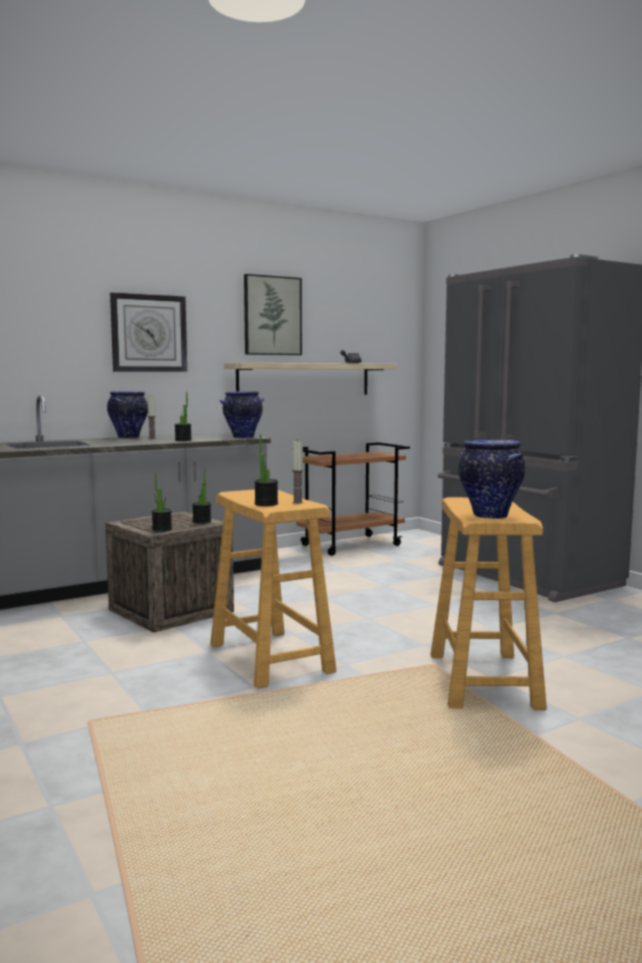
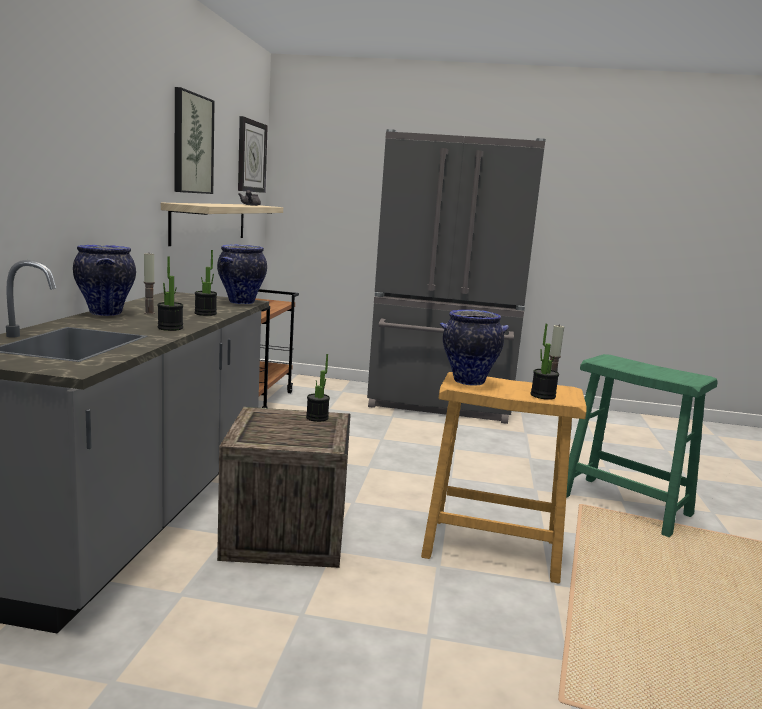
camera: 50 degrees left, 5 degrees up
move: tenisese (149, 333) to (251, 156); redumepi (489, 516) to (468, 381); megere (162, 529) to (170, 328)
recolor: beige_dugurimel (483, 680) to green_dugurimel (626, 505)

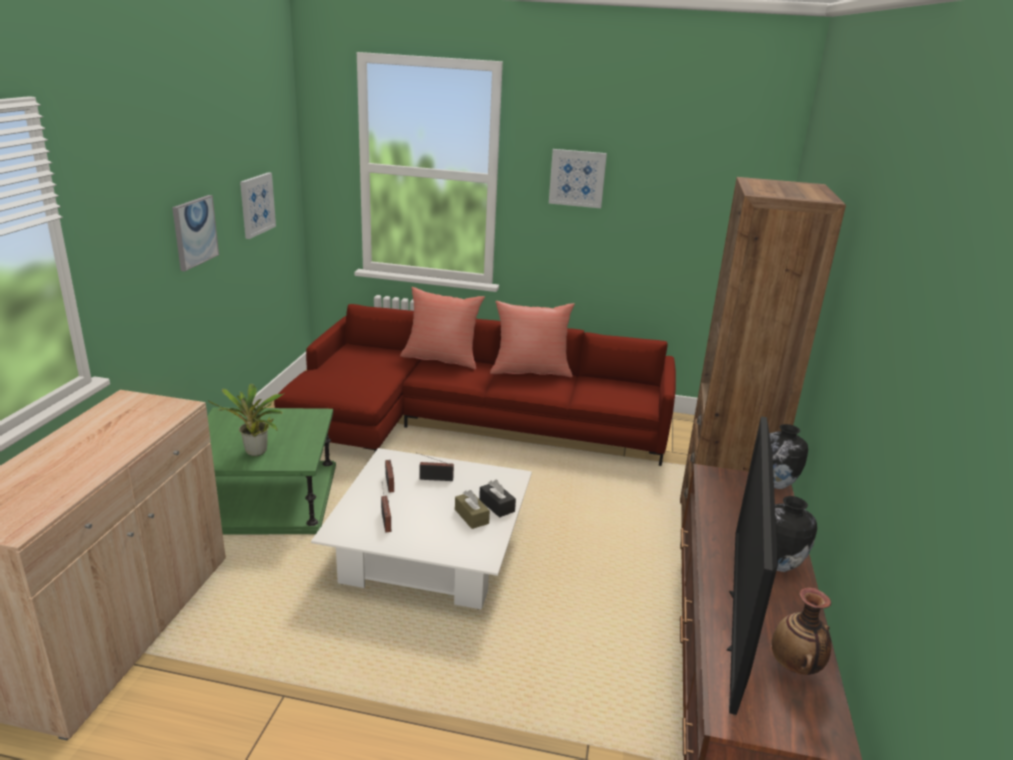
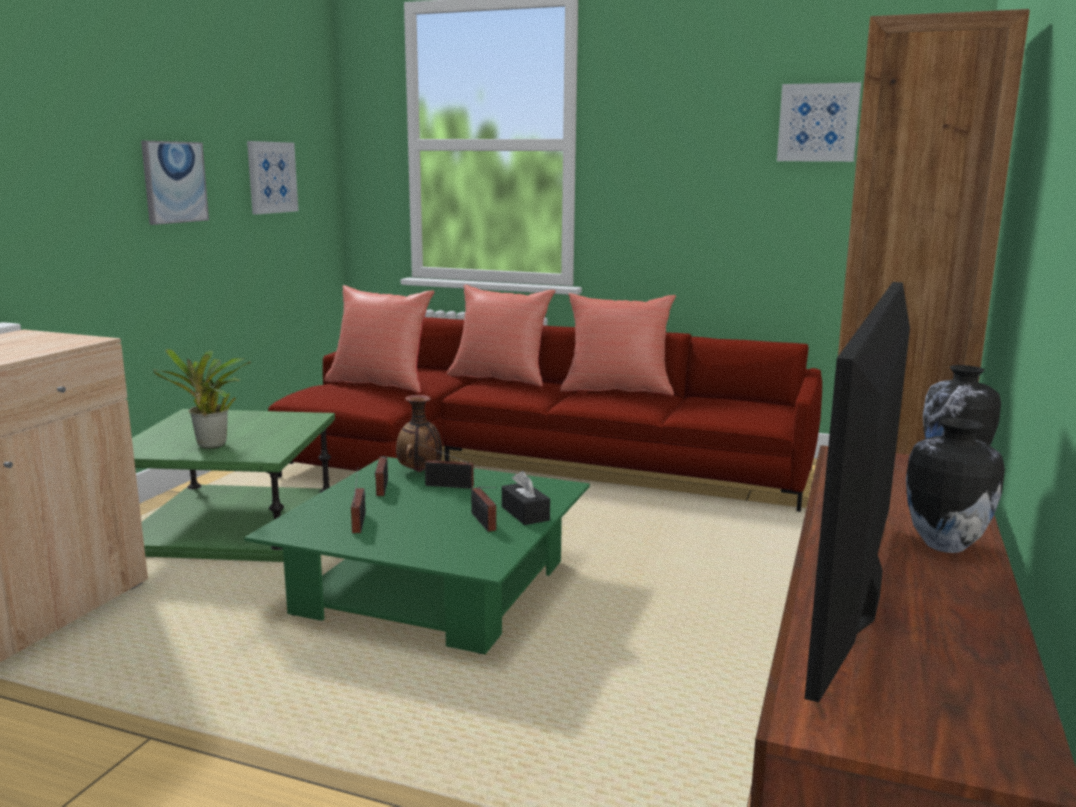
camera: 10 degrees right, 10 degrees down
insert: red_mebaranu (380, 383)
move: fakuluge (577, 178) to (818, 123); redumepi (795, 666) to (420, 471)
replace: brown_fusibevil (471, 516) to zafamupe (483, 523)
recolor: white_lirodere (431, 551) to green_lirodere (434, 587)

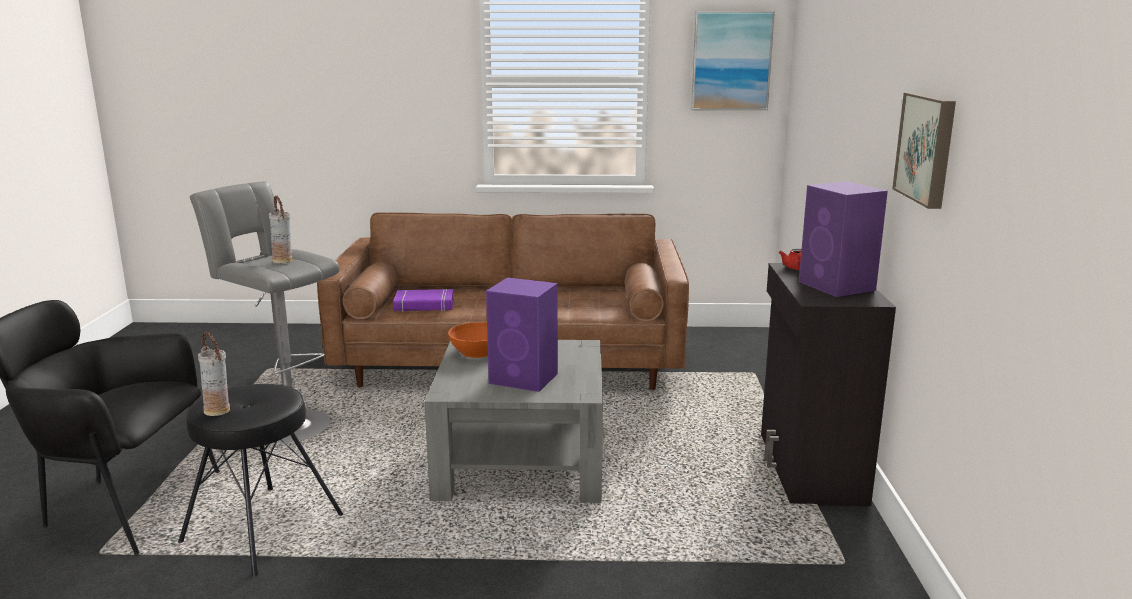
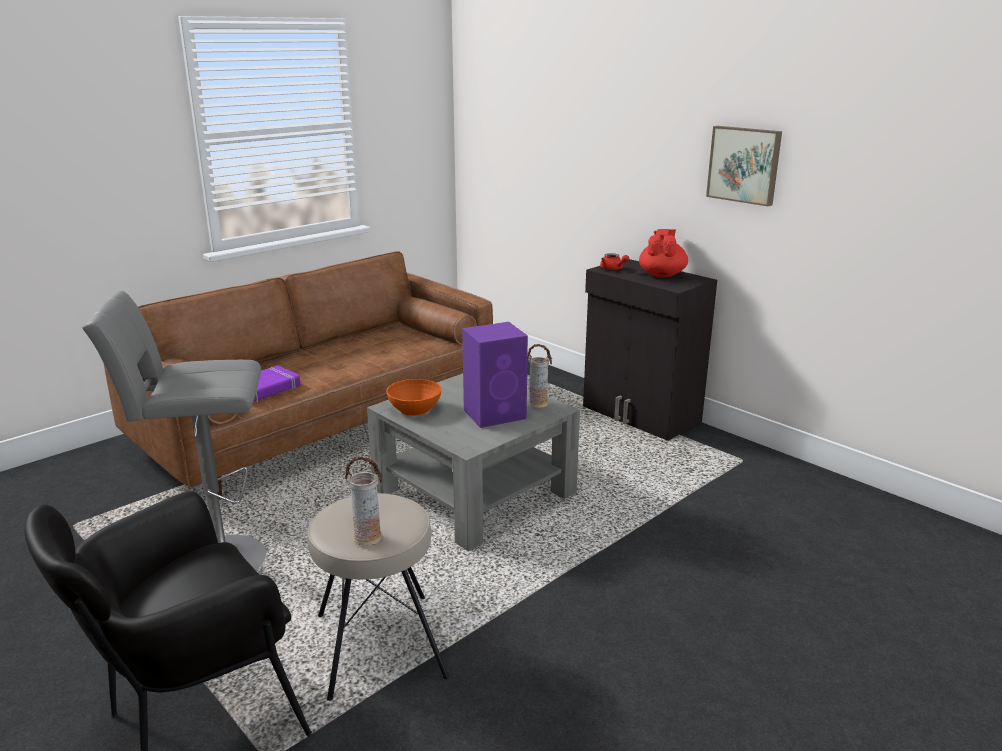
camera: 45 degrees left, 5 degrees up
delete: fakuluge (731, 61)
move: redumepi (283, 261) to (538, 404)
replace: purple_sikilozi (838, 286) to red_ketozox (662, 275)
recolor: black_dugurimel (261, 528) to beige_dugurimel (378, 646)

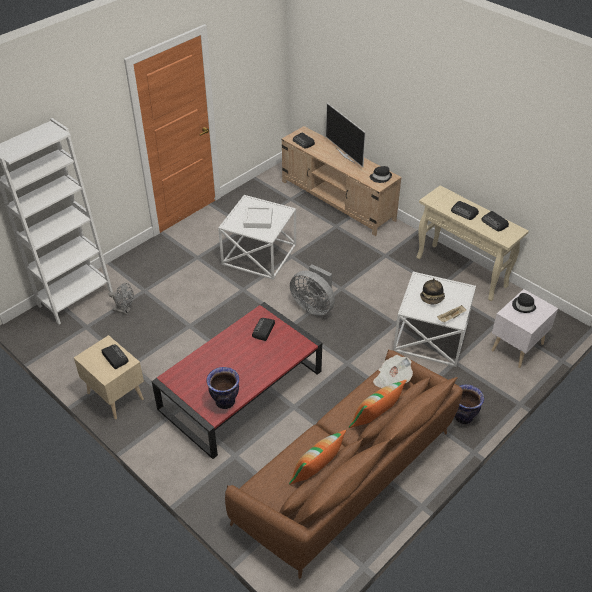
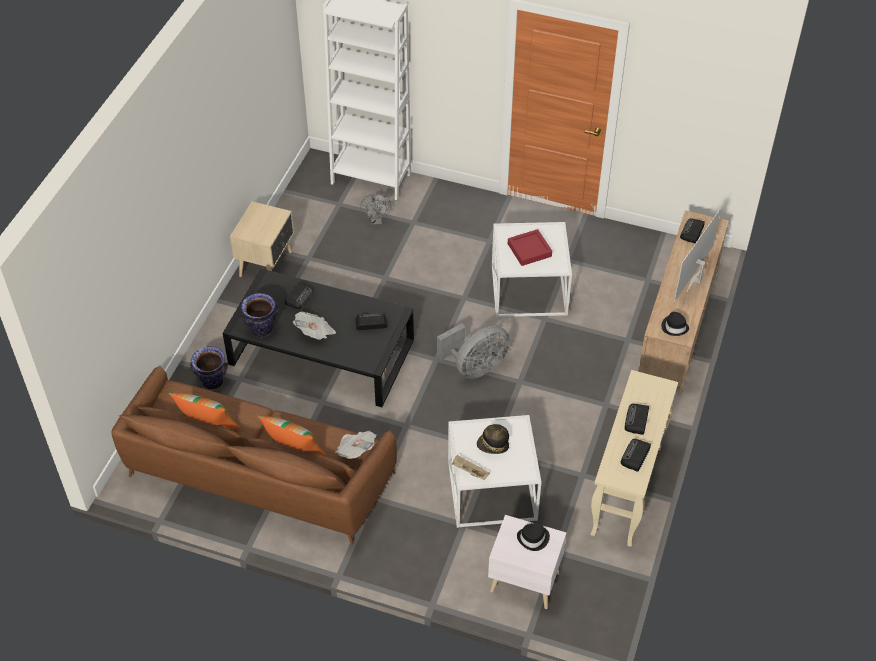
camera: 65 degrees right, 5 degrees up
insert: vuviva (315, 333)
move: zafamupe (114, 357) to (299, 297); redumepi (463, 417) to (213, 382)
recolor: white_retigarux (258, 219) to red_retigarux (529, 250); red_lirodere (241, 390) to black_lirodere (321, 352)
rotate: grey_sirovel (313, 306) = (475, 367) 135 degrees counterclockwise

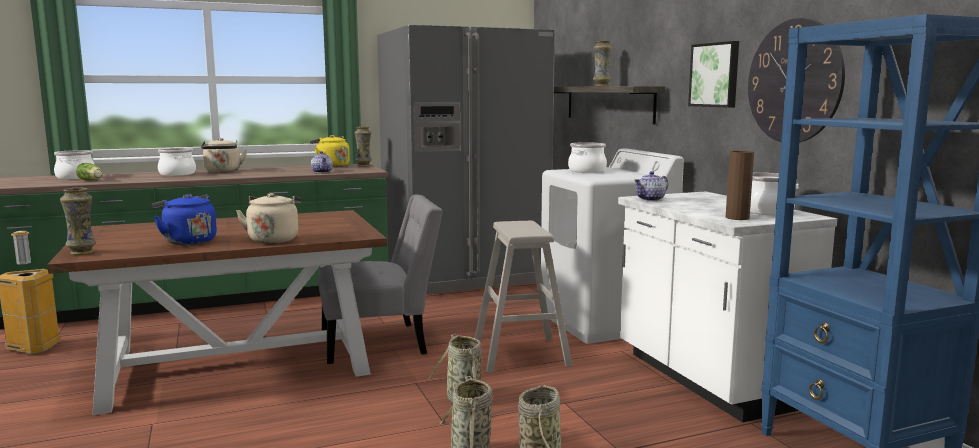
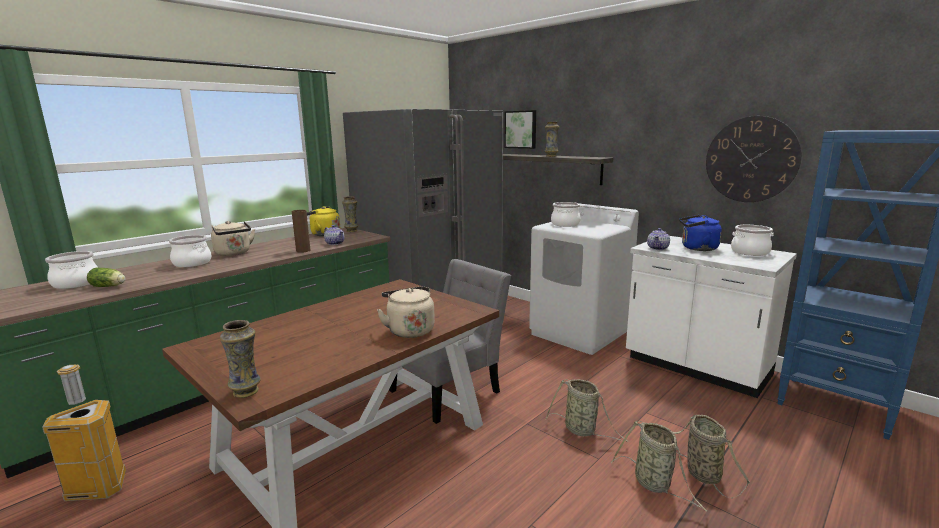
camera: 25 degrees left, 5 degrees up
delete: beige_dugurimel (520, 354)
move: fakuluge (715, 75) to (521, 129); brown_redumepi (737, 218) to (303, 250); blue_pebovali (188, 241) to (697, 248)

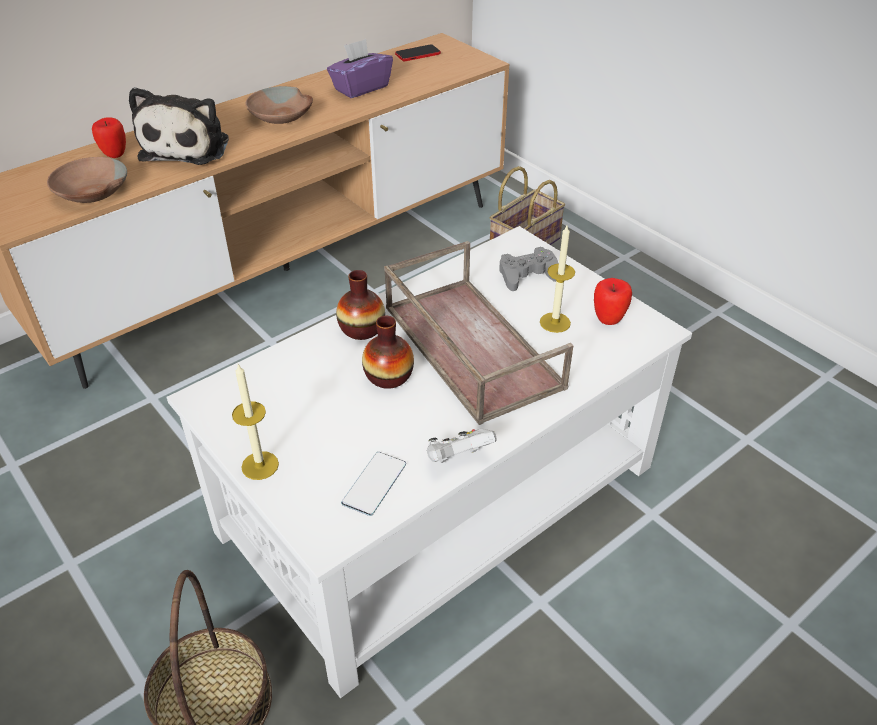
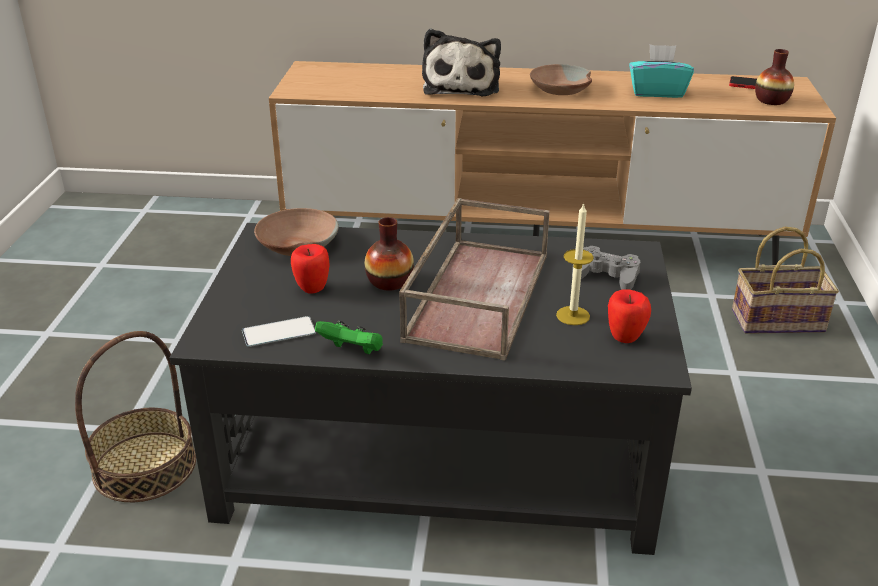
camera: 45 degrees right, 10 degrees down
delete: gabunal (260, 465)
move: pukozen (115, 155) to (312, 288); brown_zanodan (90, 192) to (296, 244); redumepi (362, 329) to (771, 100)
recolor: purple_fusibevil (361, 88) to turquoise_fusibevil (657, 92); white_lirodere (437, 499) to black_lirodere (436, 454); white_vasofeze (458, 458) to green_vasofeze (353, 351)
rotate: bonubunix (188, 147) = (462, 86) 45 degrees counterclockwise

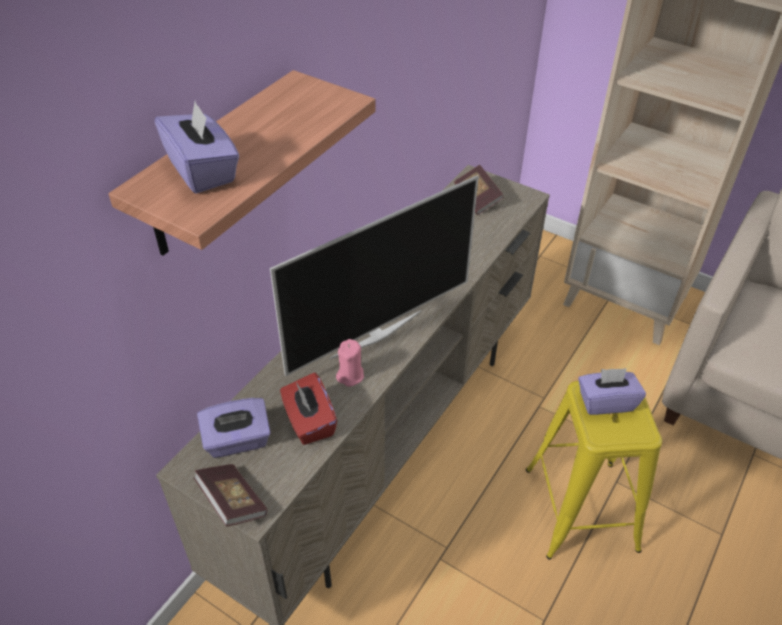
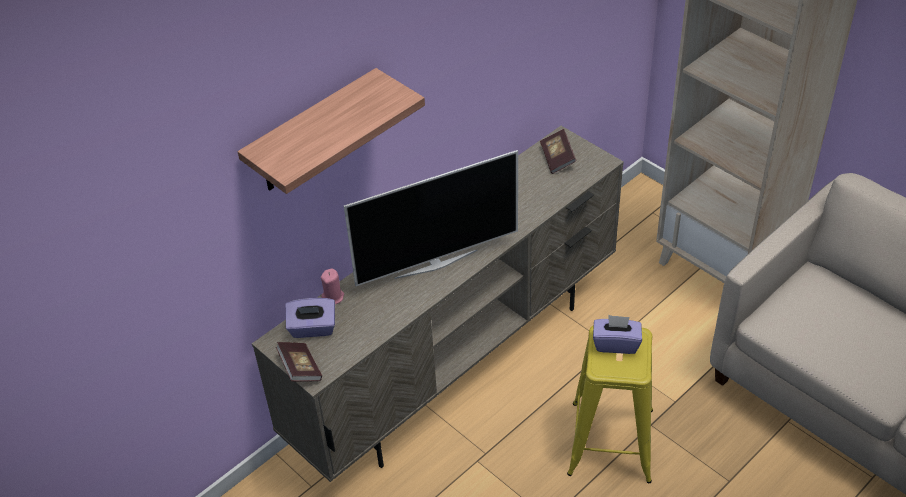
camera: 15 degrees right, 0 degrees up
delete: purple_fusibevil (203, 170); red_fusibevil (309, 422)
move: pink_gabunal (350, 375) to (333, 297)

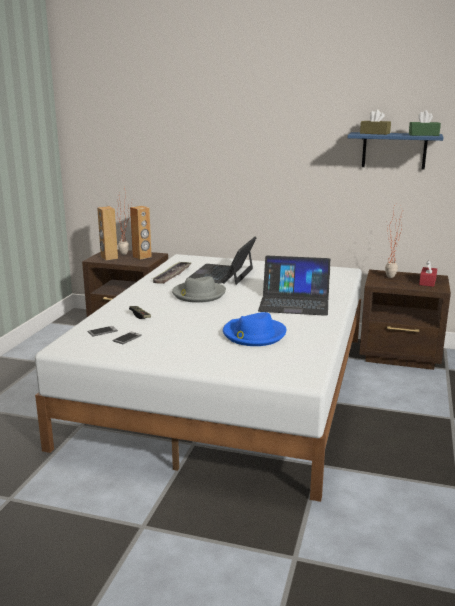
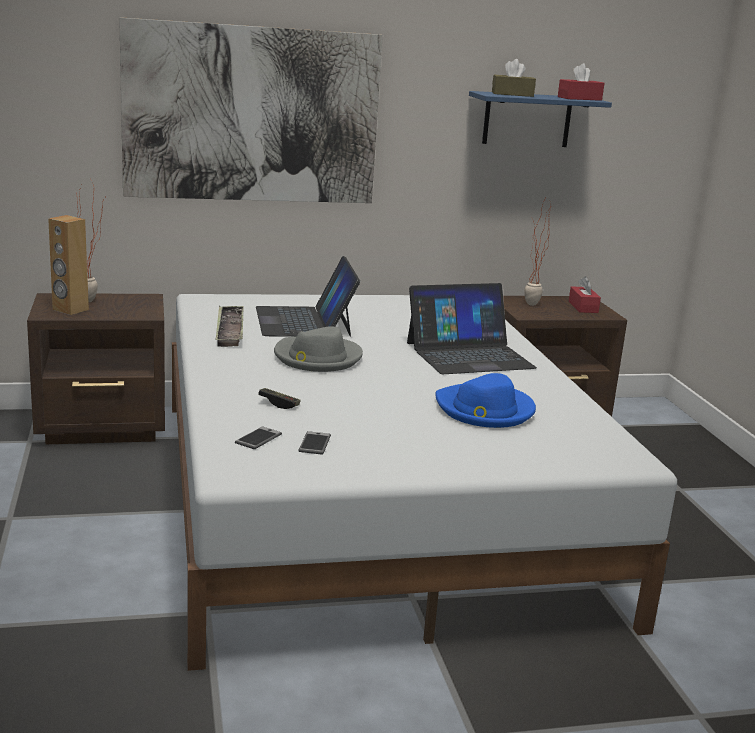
camera: 30 degrees left, 0 degrees up
delete: brown_sikilozi (142, 257)
insert: fakuluge (252, 114)
recolor: green_fusibevil (423, 135) to red_fusibevil (579, 98)

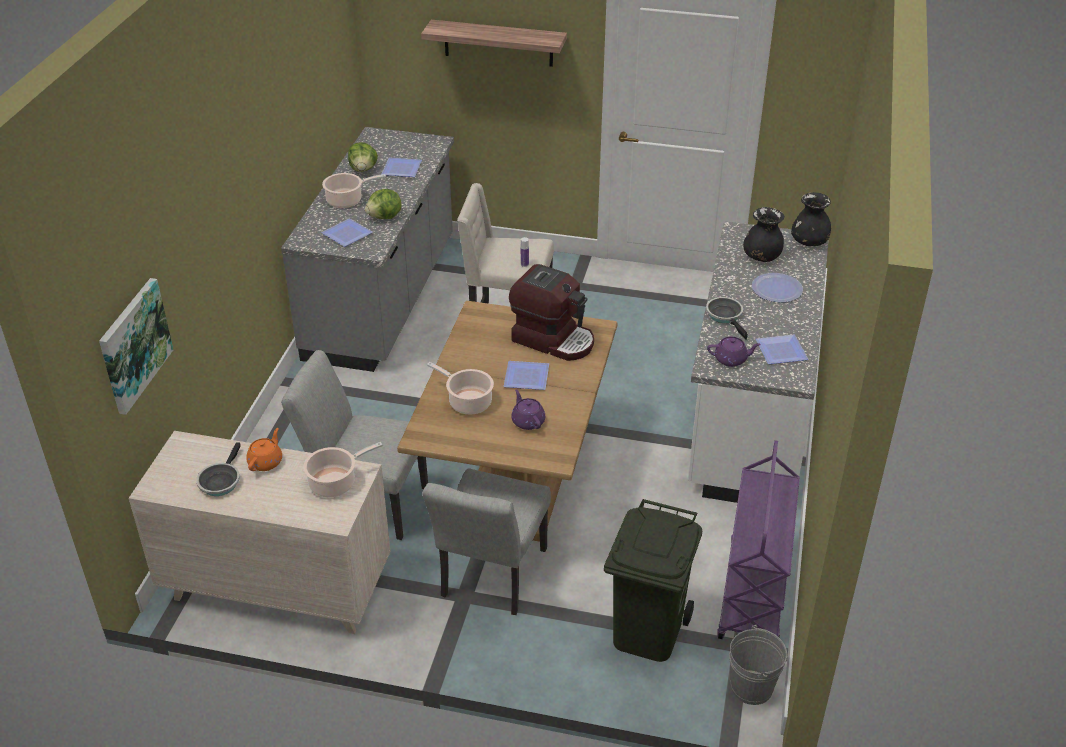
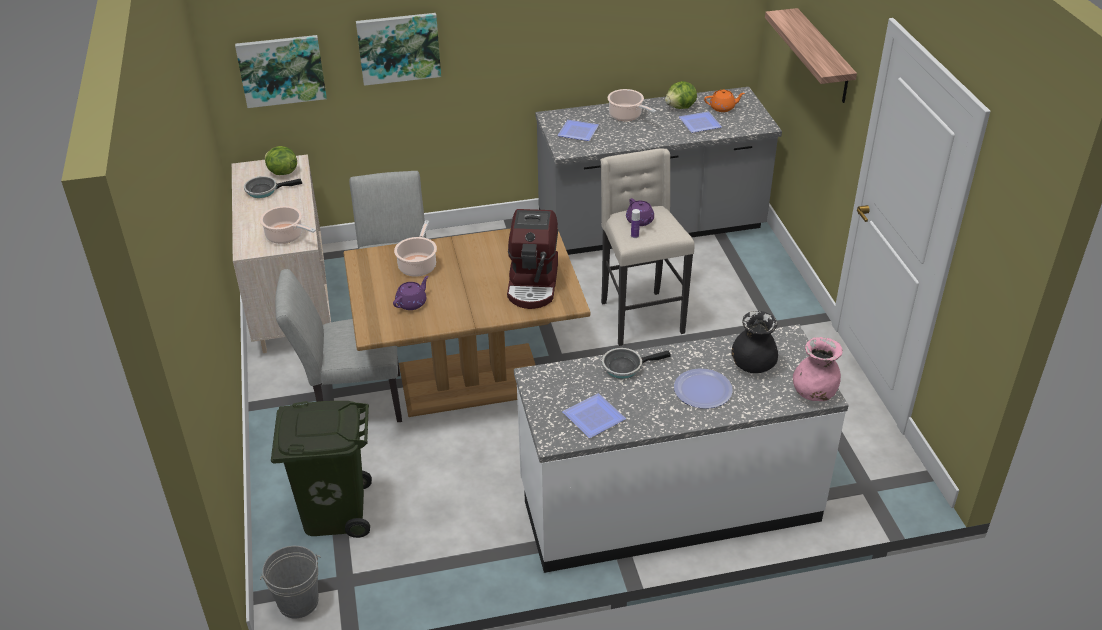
camera: 65 degrees right, 0 degrees up
delete: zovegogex (525, 376); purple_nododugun (753, 595)
insert: fakuluge (399, 48)
move: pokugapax (385, 217) to (282, 172); purple_ketozox (731, 359) to (640, 221); orange_ketozox (266, 462) to (723, 108)
recolor: black_redumepi (809, 242) to pink_redumepi (814, 393)
rotate: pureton (726, 316) = (625, 366) 150 degrees counterclockwise

